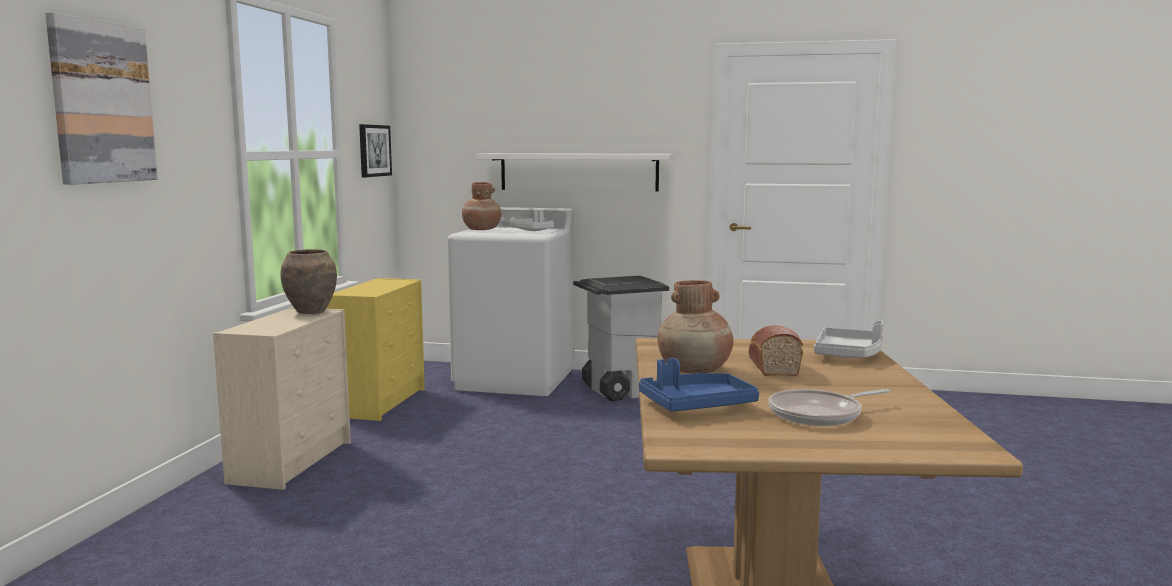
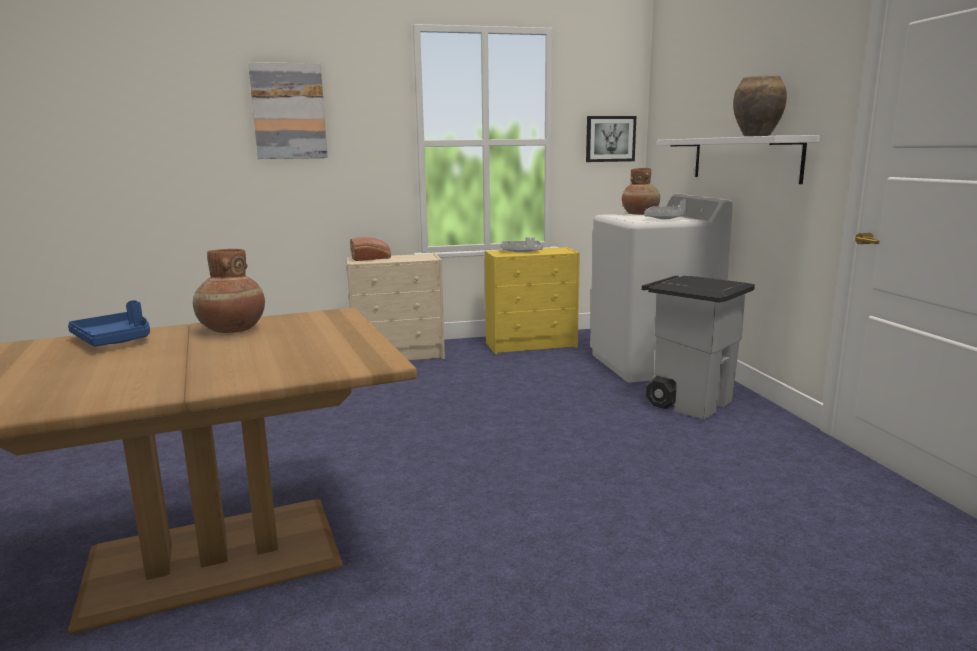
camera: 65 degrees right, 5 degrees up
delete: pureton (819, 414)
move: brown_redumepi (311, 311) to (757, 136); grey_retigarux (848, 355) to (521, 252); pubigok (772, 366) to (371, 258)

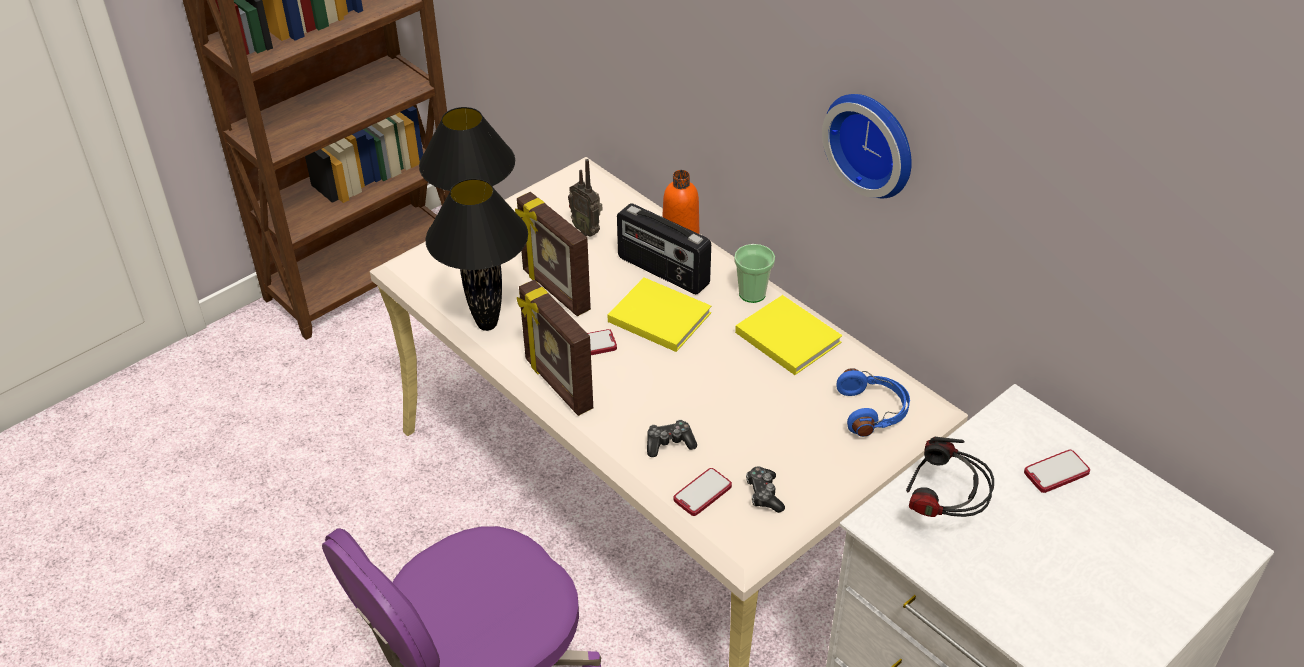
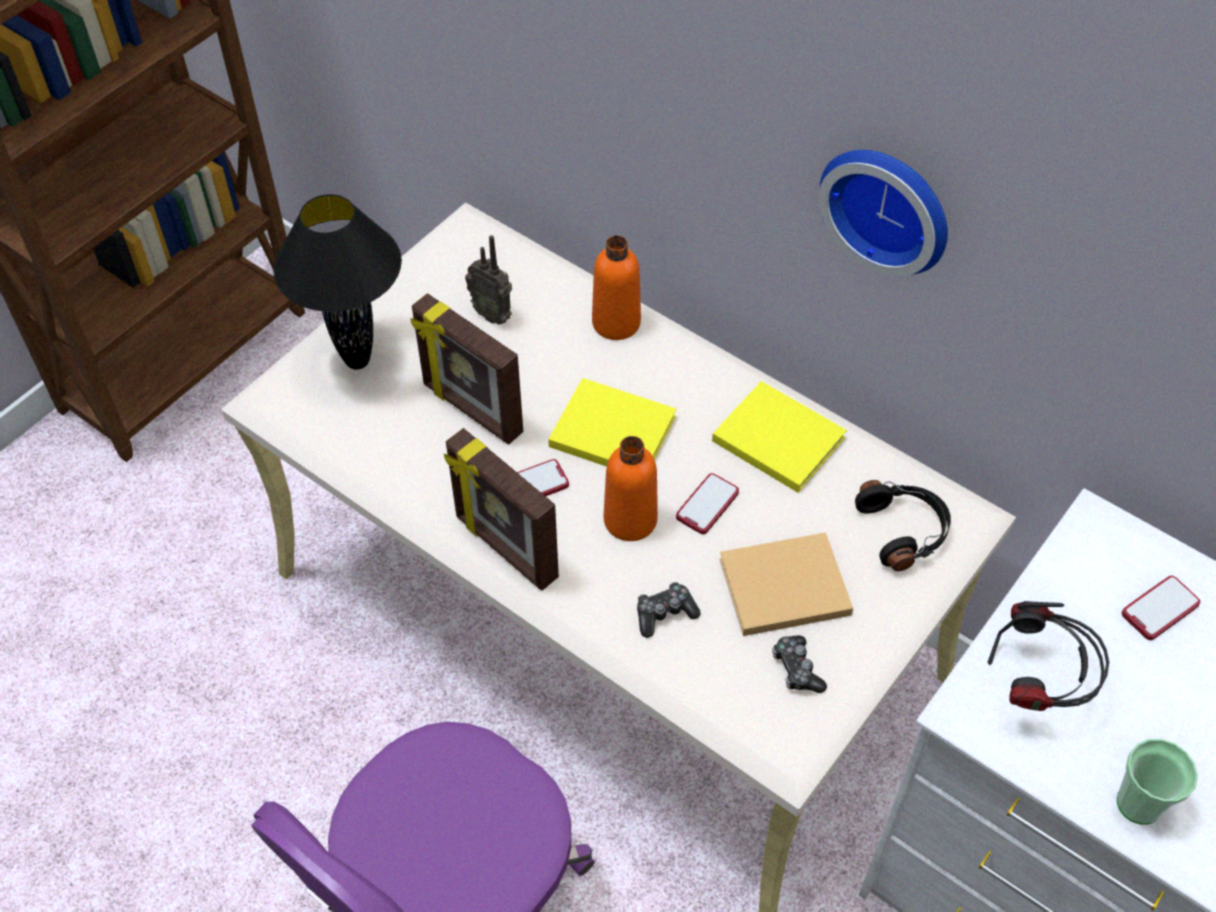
camera: 10 degrees left, 10 degrees up
delete: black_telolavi (487, 324); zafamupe (662, 272)
insert: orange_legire (630, 520); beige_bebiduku (780, 587)
move: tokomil (752, 294) to (1139, 803); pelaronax (702, 493) to (707, 505)
recolor: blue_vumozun (873, 411) to black_vumozun (904, 531)

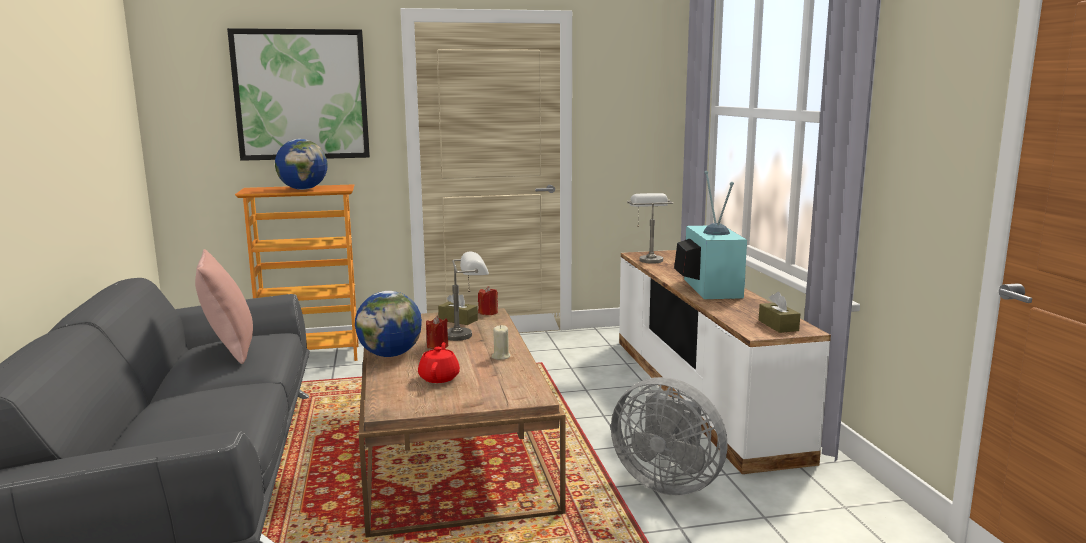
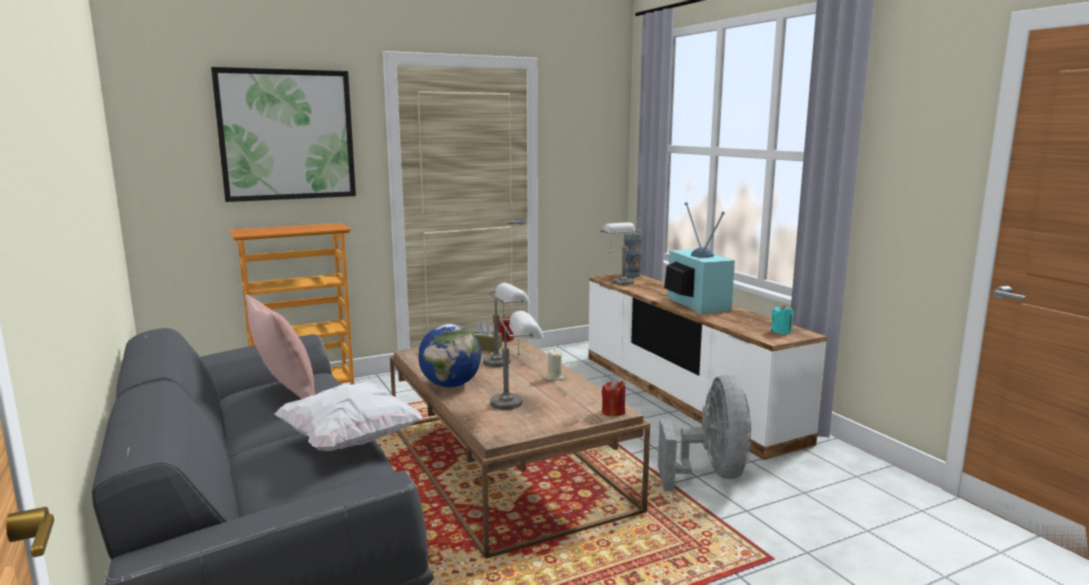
camera: 15 degrees left, 0 degrees up
delete: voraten (303, 189)
insert: redumepi (632, 275); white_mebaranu (351, 440)
move: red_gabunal (437, 346) to (613, 412)
replace: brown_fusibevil (778, 325) to turquoise_gabunal (781, 332); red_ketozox (439, 377) to grey_telolavi (517, 402)
rotate: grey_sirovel (667, 482) = (711, 474) 105 degrees counterclockwise

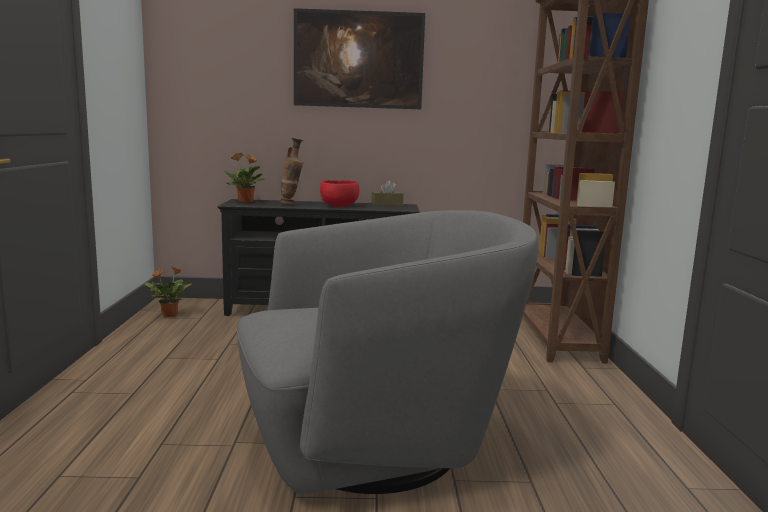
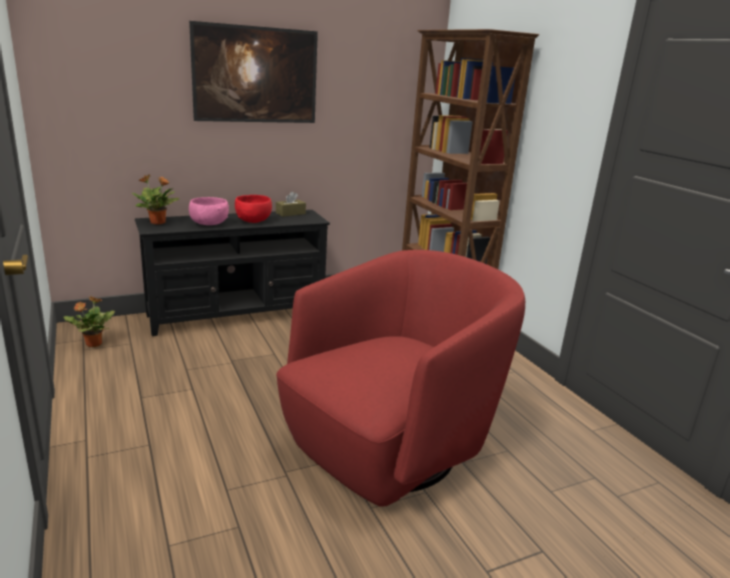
camera: 25 degrees left, 10 degrees up
replace: redumepi (291, 205) to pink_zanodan (209, 224)
recolor: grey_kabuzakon (377, 445) to red_kabuzakon (391, 446)

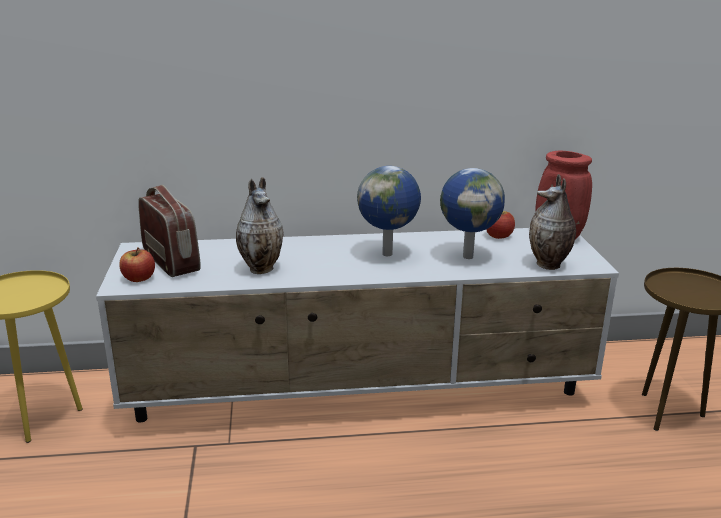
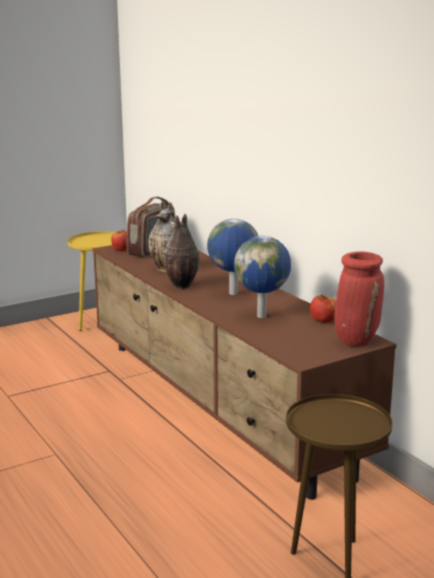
camera: 65 degrees right, 5 degrees down
move: redumepi (549, 265) to (181, 286)
recolor: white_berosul (362, 390) to brown_berosul (218, 405)

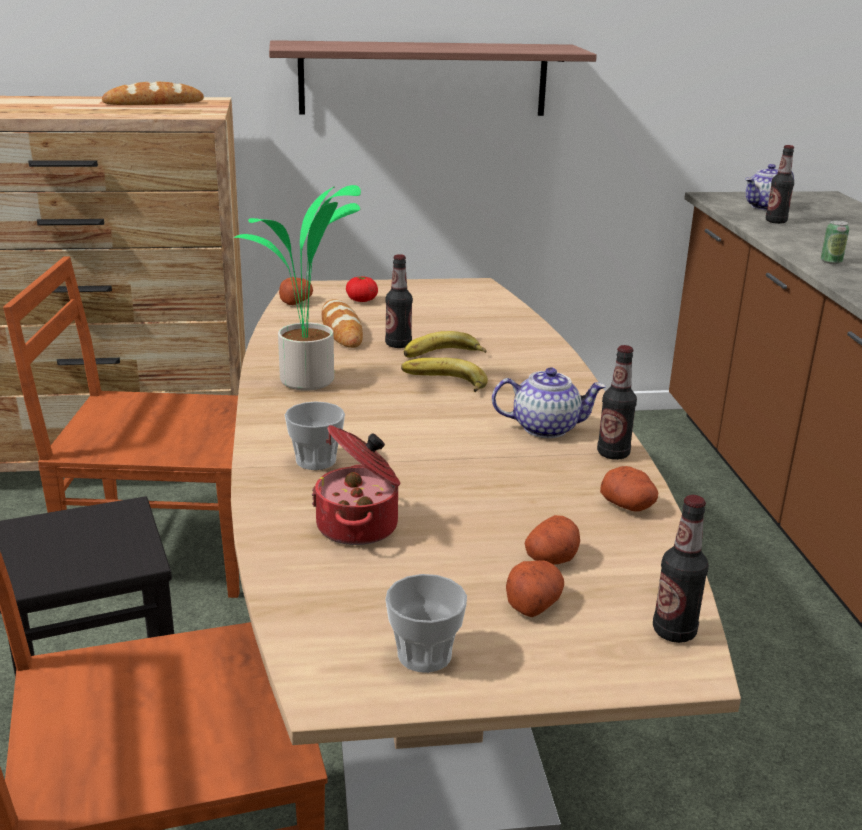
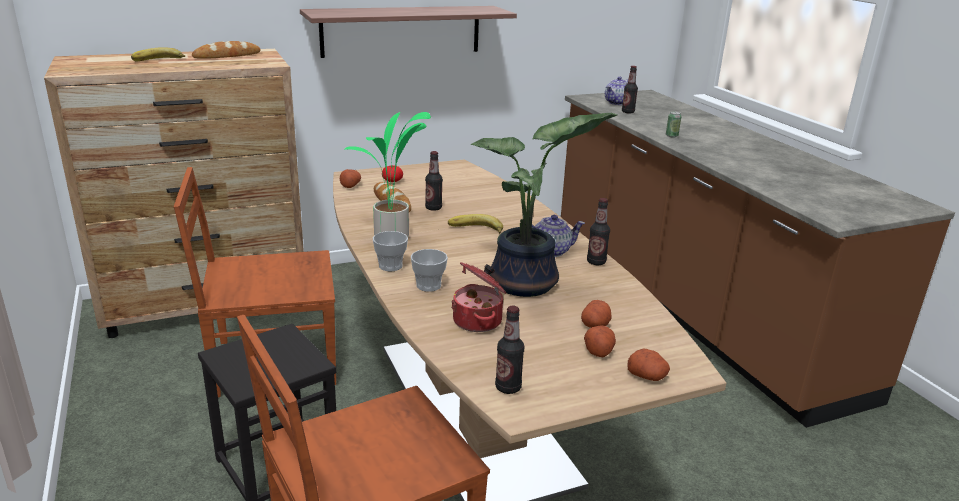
camera: 15 degrees left, 0 degrees up
insert: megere (527, 284)
move: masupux (444, 355) to (159, 60); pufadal (629, 505) to (647, 376); legire (674, 631) to (508, 387); tokomil (424, 655) to (390, 266)

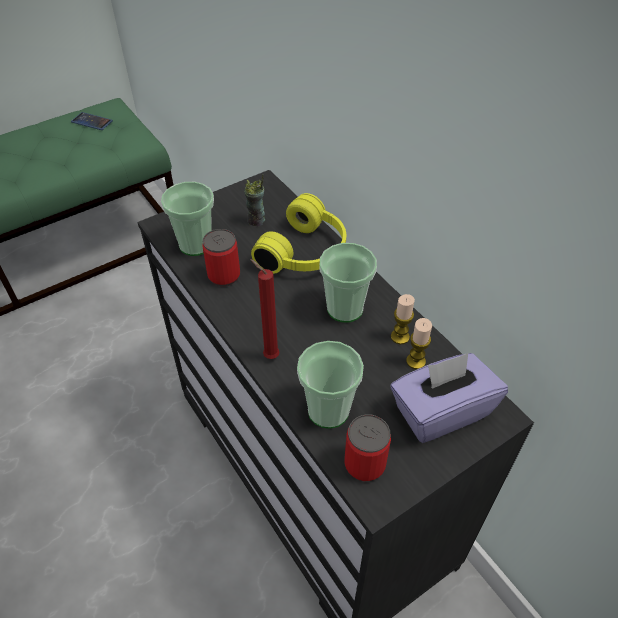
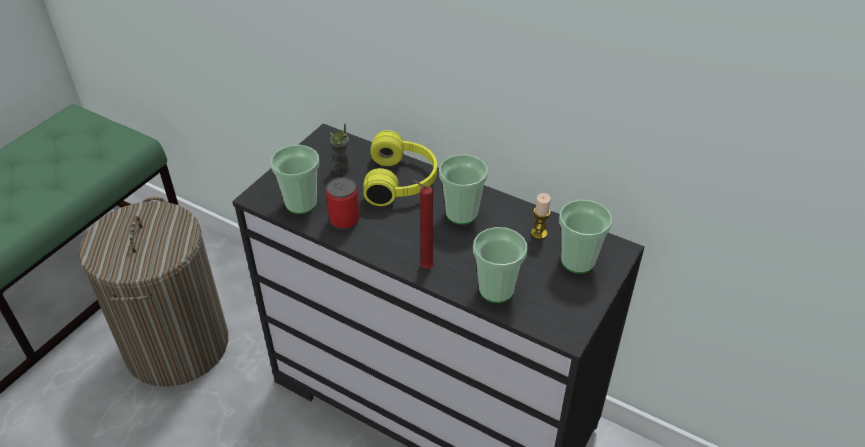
camera: 25 degrees left, 5 degrees down
delete: pelaronax (92, 122); gabunal (400, 337); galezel (364, 464)
insert: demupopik (177, 345)
replace: purple_fusibevil (440, 411) to tokomil (577, 261)

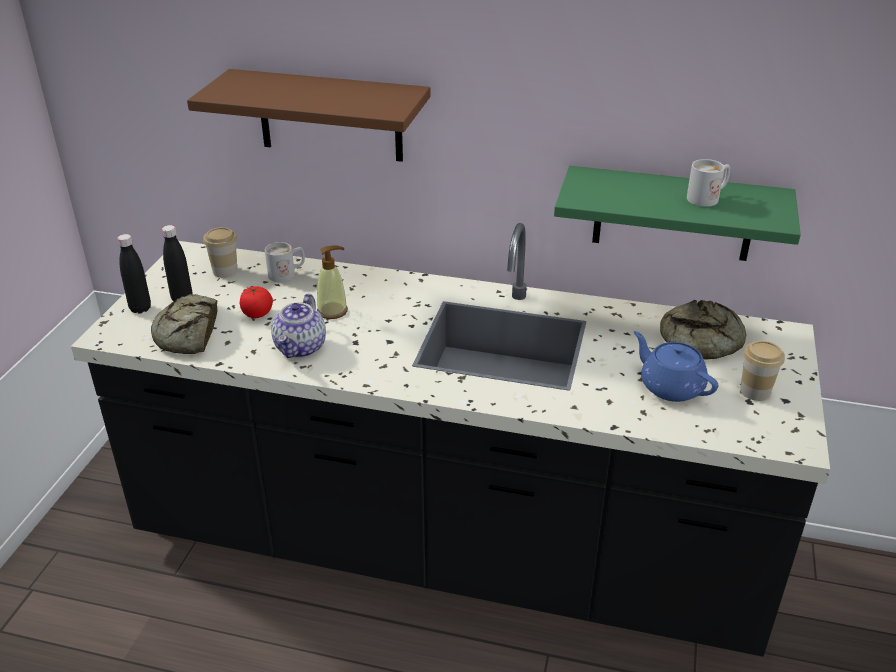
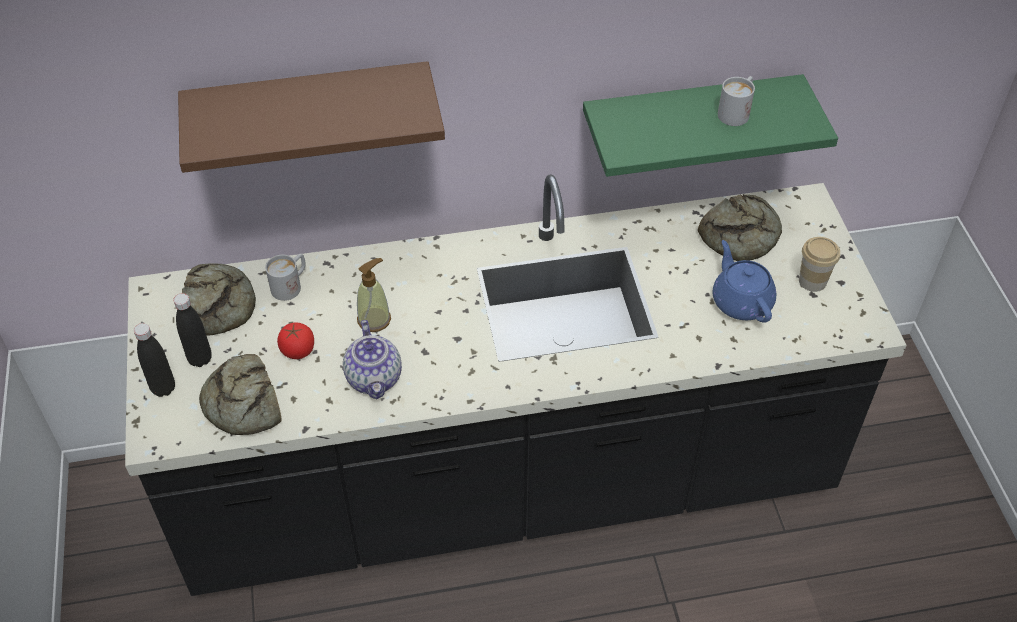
camera: 25 degrees left, 15 degrees up
replace: tokomil (225, 271) to pubigok (219, 304)
rotate: blue_ketozox (670, 386) = (741, 301) 45 degrees clockwise

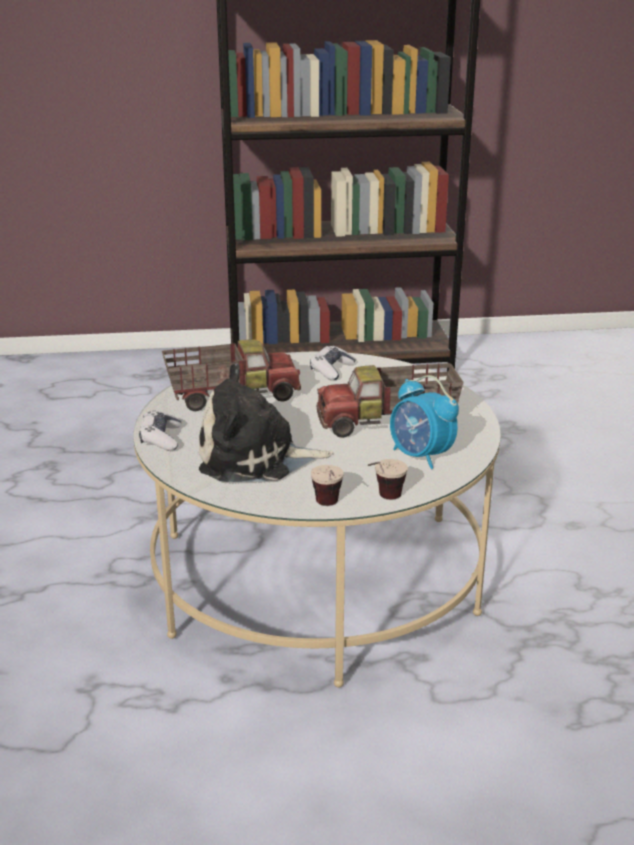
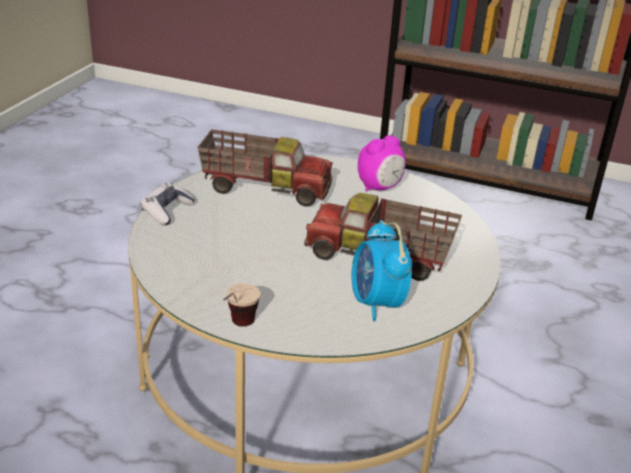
camera: 25 degrees right, 5 degrees up
delete: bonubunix (255, 458); tokomil (383, 500)
replace: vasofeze (331, 370) to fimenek (379, 187)

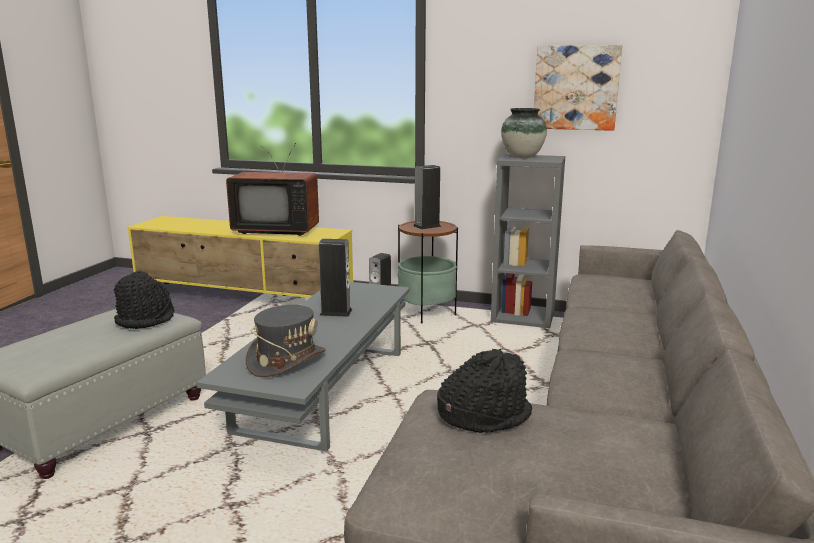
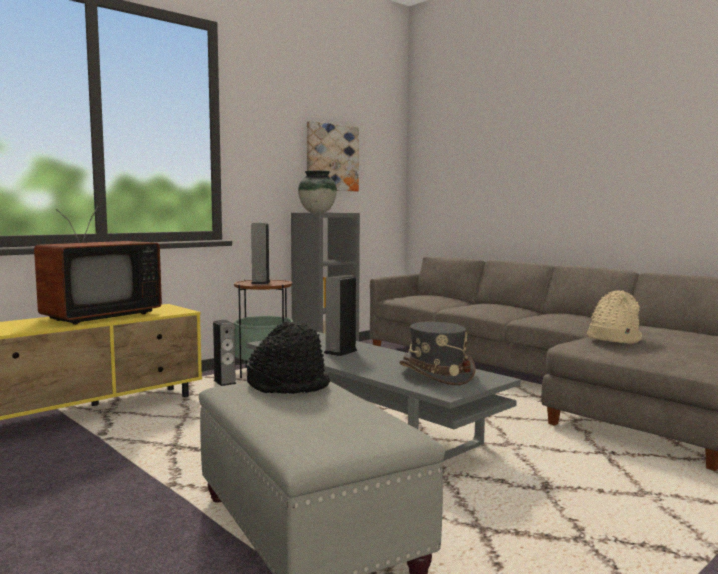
camera: 60 degrees left, 10 degrees down
recolor: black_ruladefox (484, 415) to beige_ruladefox (612, 339)

